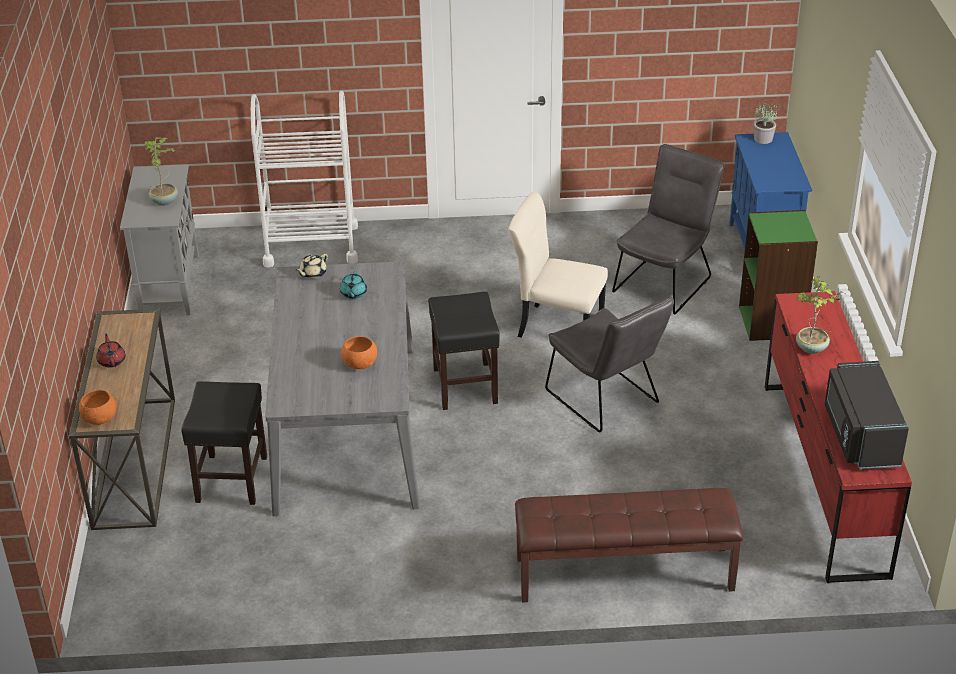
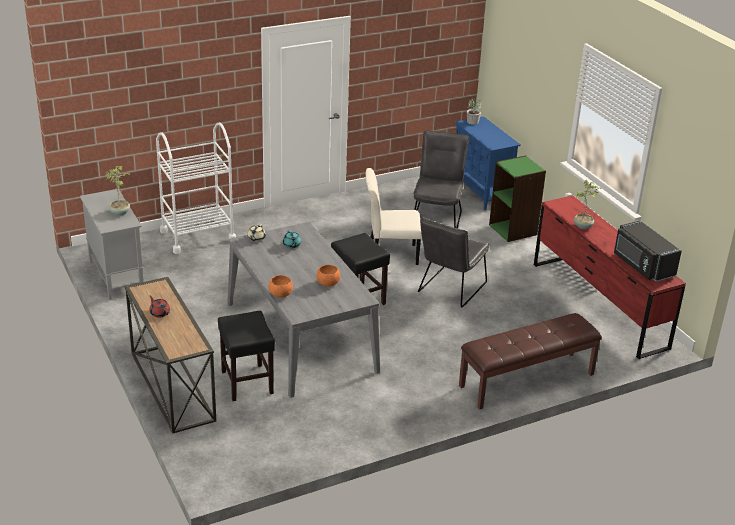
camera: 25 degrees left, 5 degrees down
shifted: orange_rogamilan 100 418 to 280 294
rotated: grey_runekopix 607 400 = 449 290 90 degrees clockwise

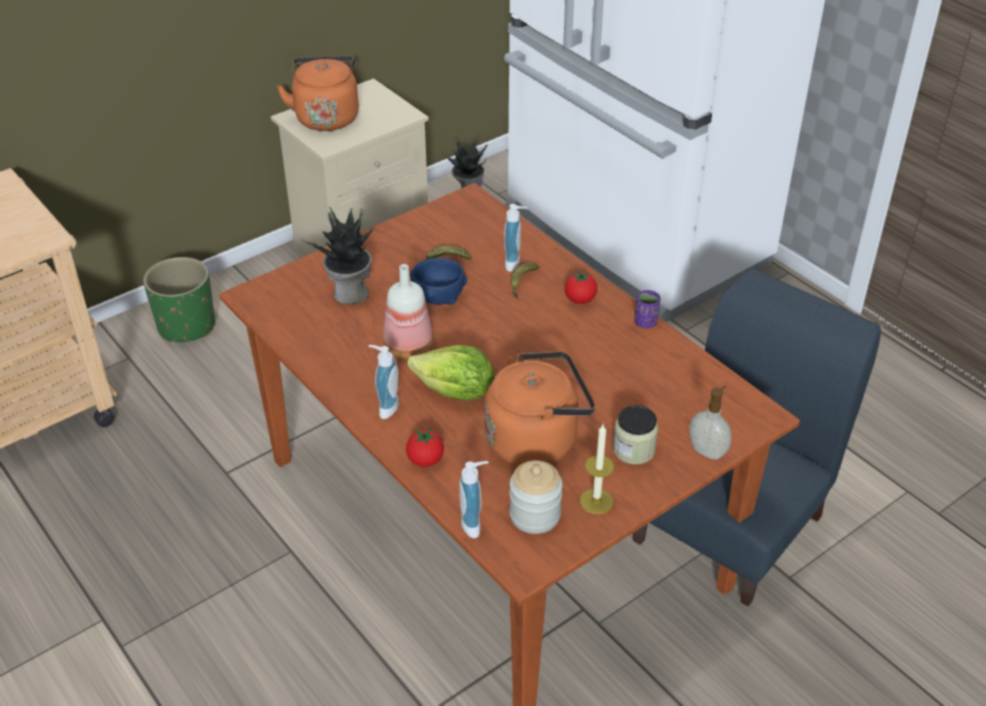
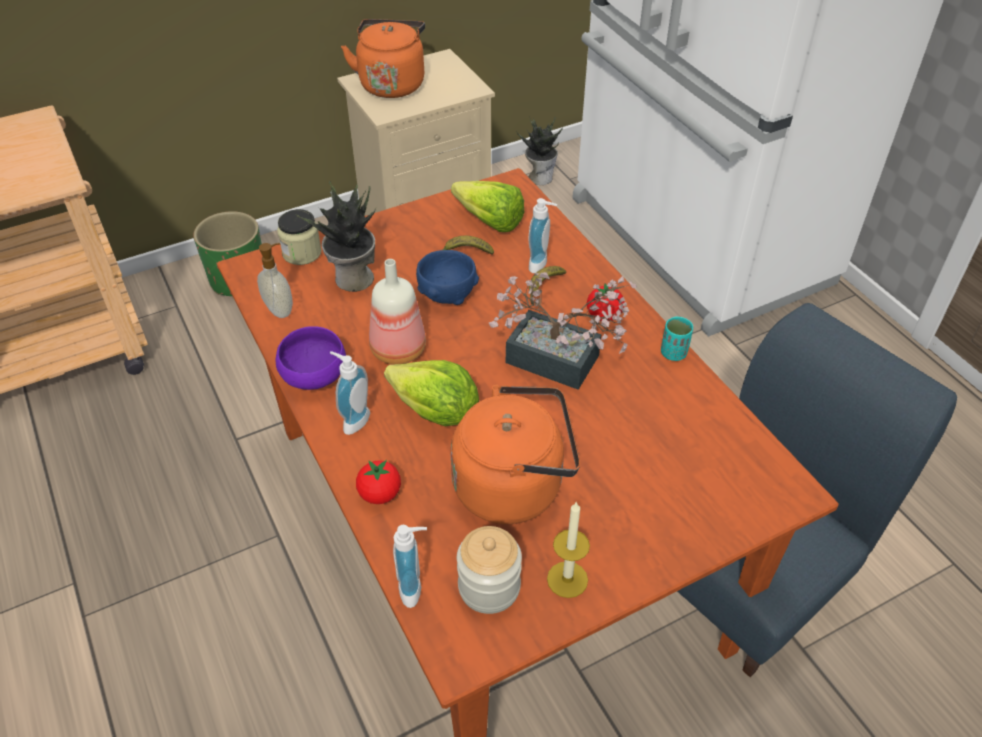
camera: 10 degrees right, 5 degrees up
new: purple_rogamilan 315 377; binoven 485 219; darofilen 562 363
shifted: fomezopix 633 450 to 302 253; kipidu 708 451 to 280 309
repainted: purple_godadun 645 323 to turquoise_godadun 673 353

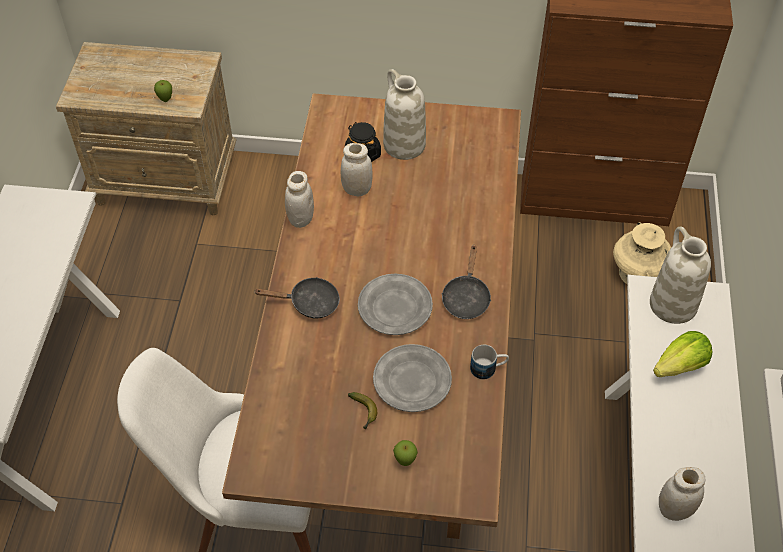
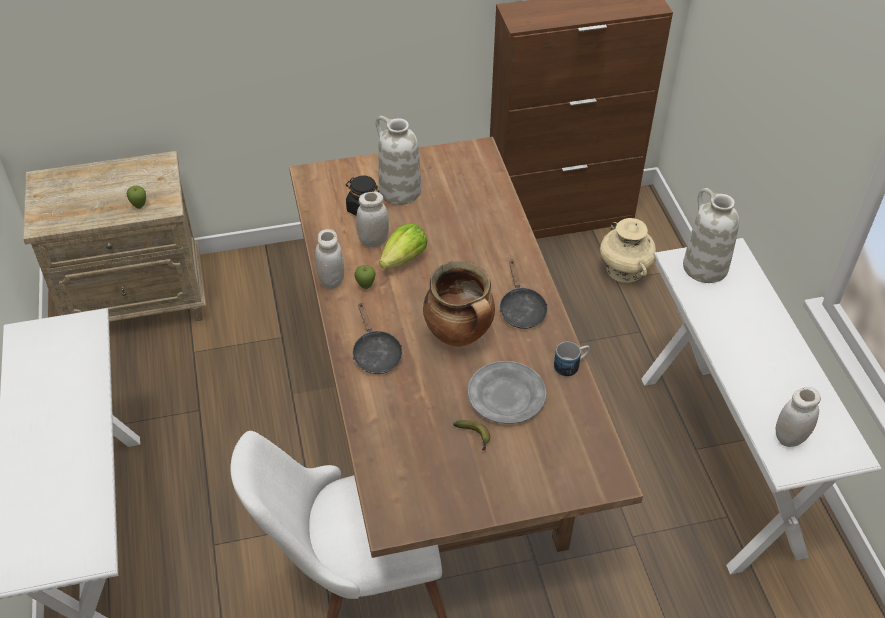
camera: 20 degrees left, 5 degrees down
shifted: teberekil 405 461 to 365 286; binoven 680 366 to 404 259
swapped: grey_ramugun 395 307 to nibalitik 460 335
rotated: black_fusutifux 309 303 = 375 353 90 degrees clockwise

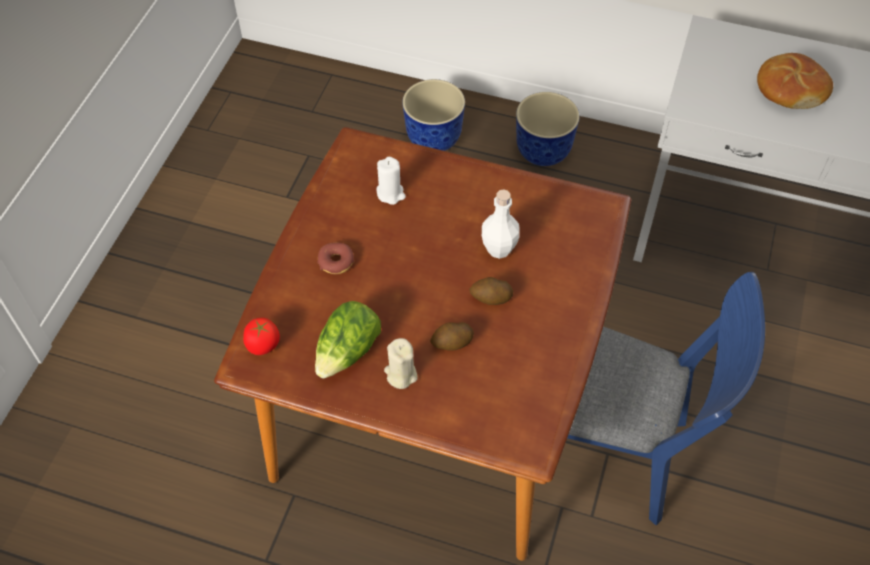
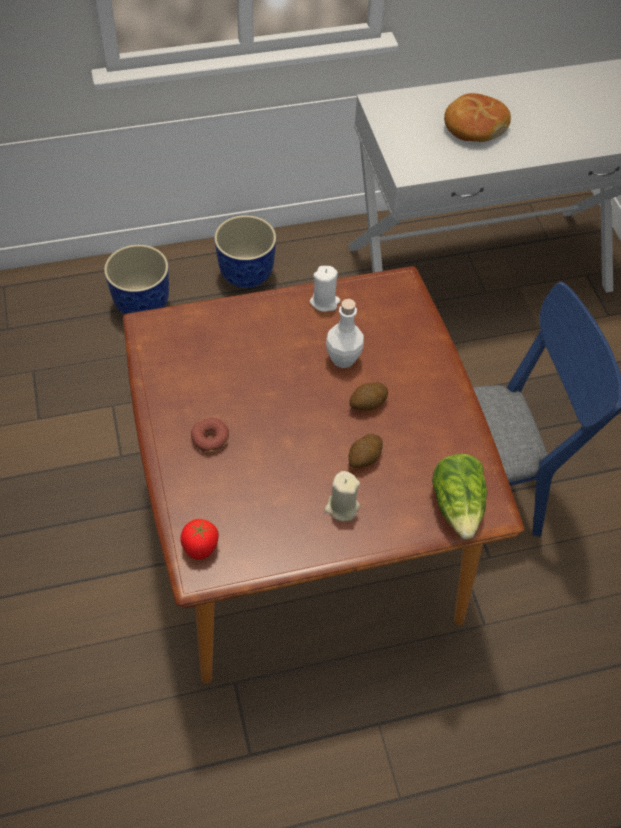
camera: 35 degrees left, 0 degrees up
shifted: binoven 348 351 to 458 505; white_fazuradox 390 193 to 324 302

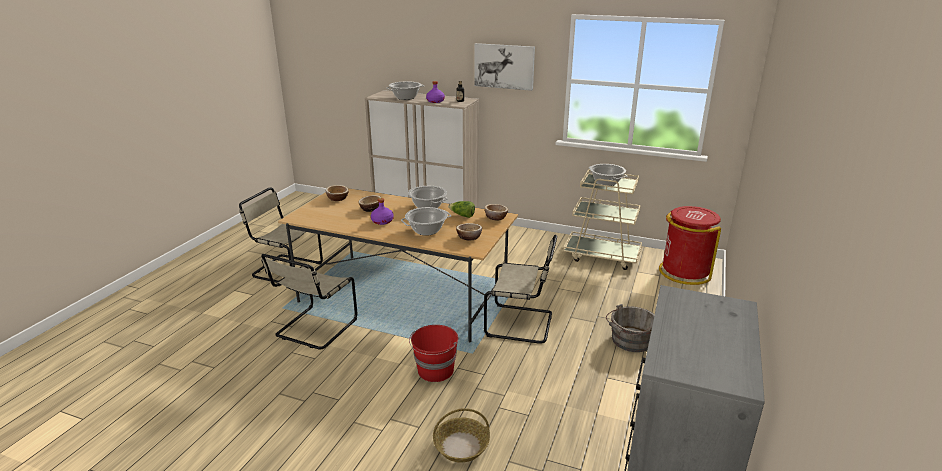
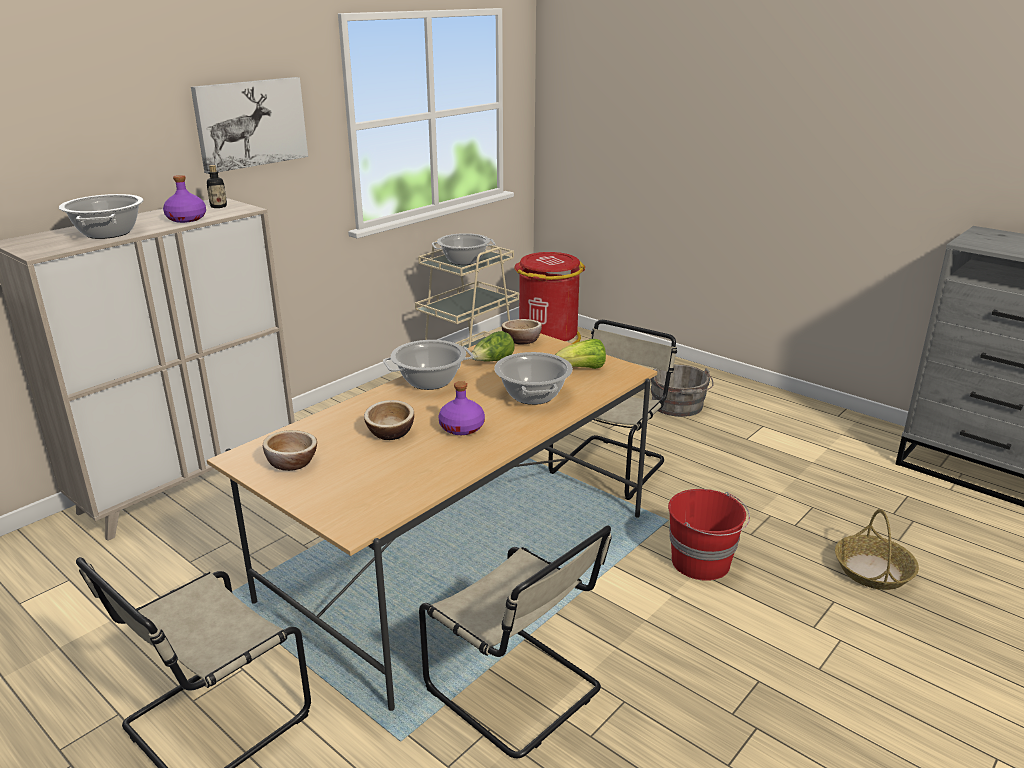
camera: 70 degrees left, 0 degrees up
swapped: rogamilan 469 237 to binoven 582 369

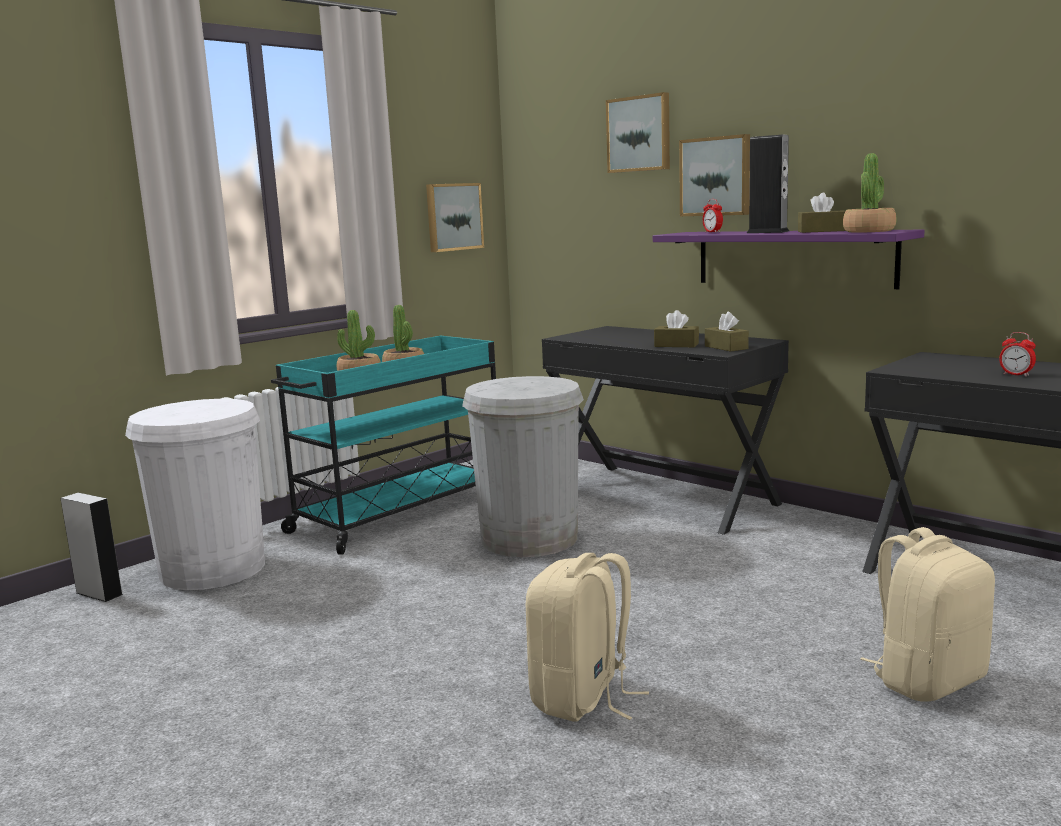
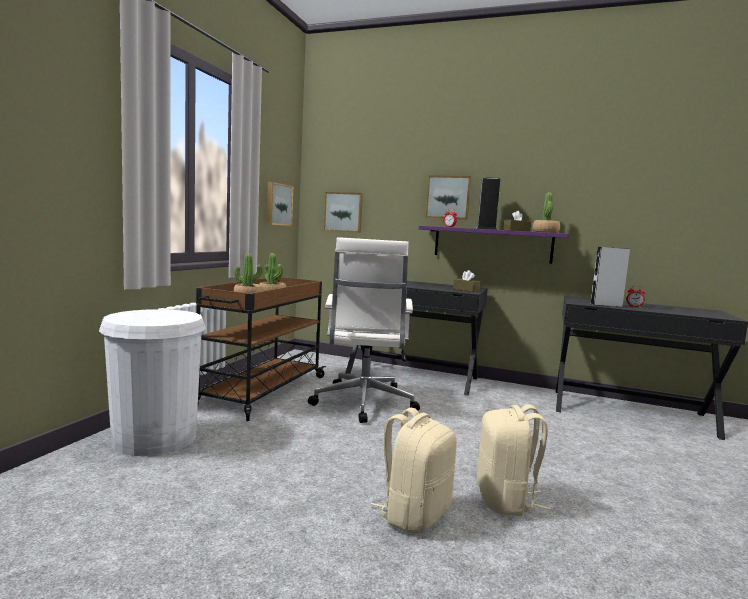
camera: 25 degrees left, 5 degrees down
gone: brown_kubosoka 676 345
shifted: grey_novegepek 99 593 to 606 305; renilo 640 134 to 344 212; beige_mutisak 927 680 to 414 515
swapped: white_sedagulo 529 538 to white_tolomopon 363 403
repainted: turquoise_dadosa 400 513 to brown_dadosa 262 392

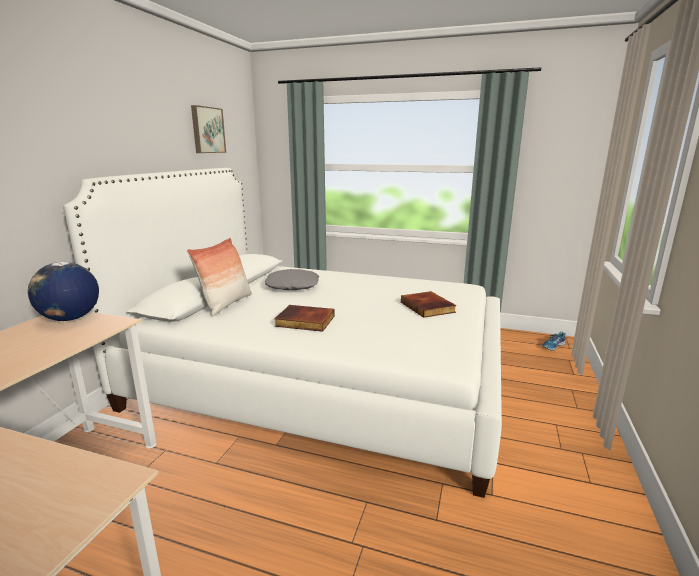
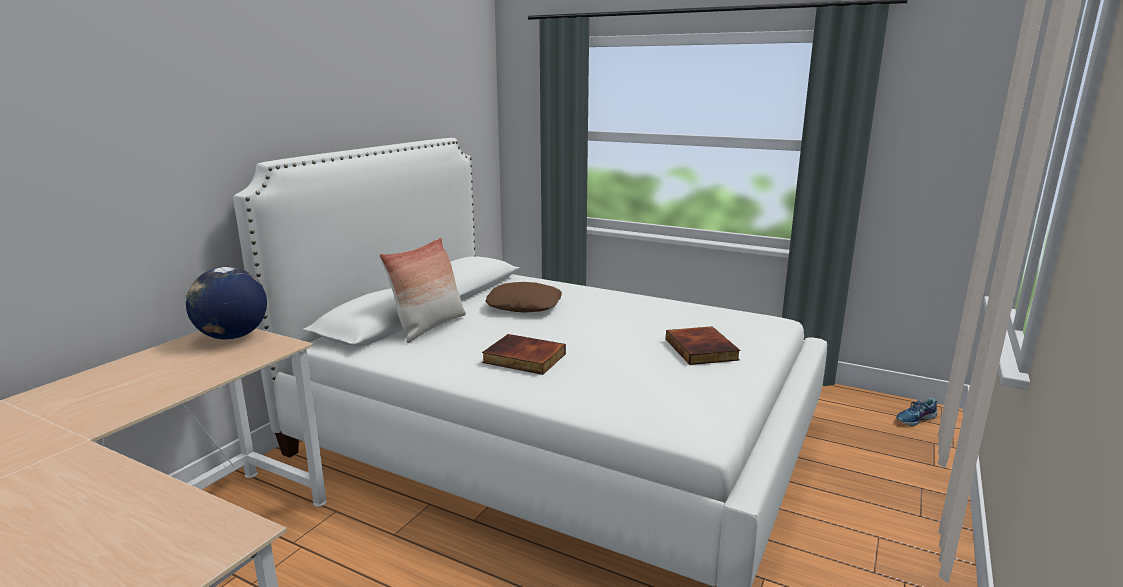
camera: 10 degrees right, 0 degrees up
gone: renilo 207 130
repainted: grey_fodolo 293 286 to brown_fodolo 524 305

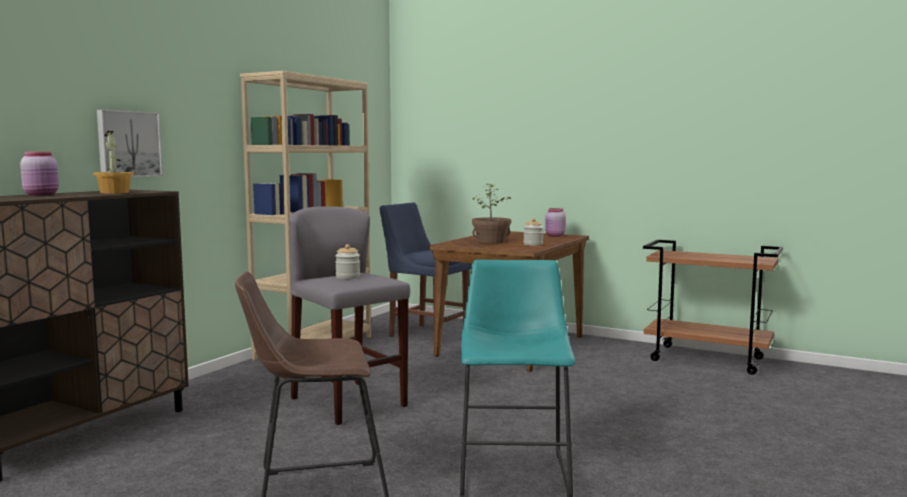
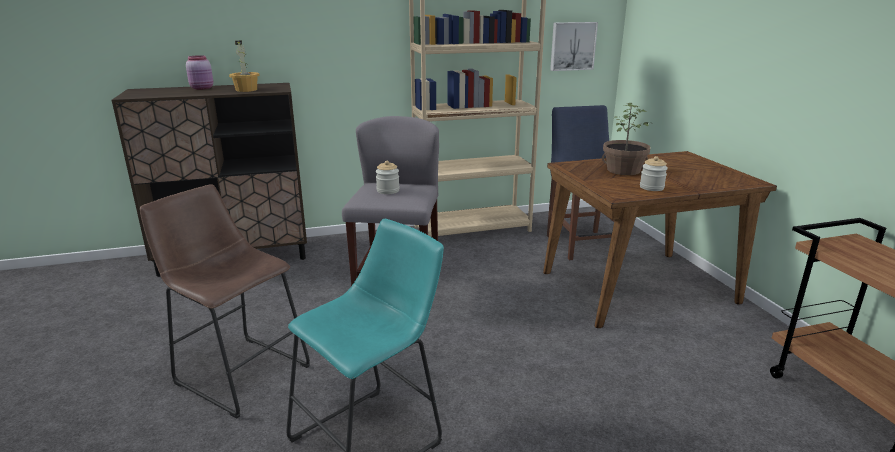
camera: 45 degrees right, 15 degrees up
gone: pink_fomezopix 555 236
shifted: renilo 128 144 to 572 46

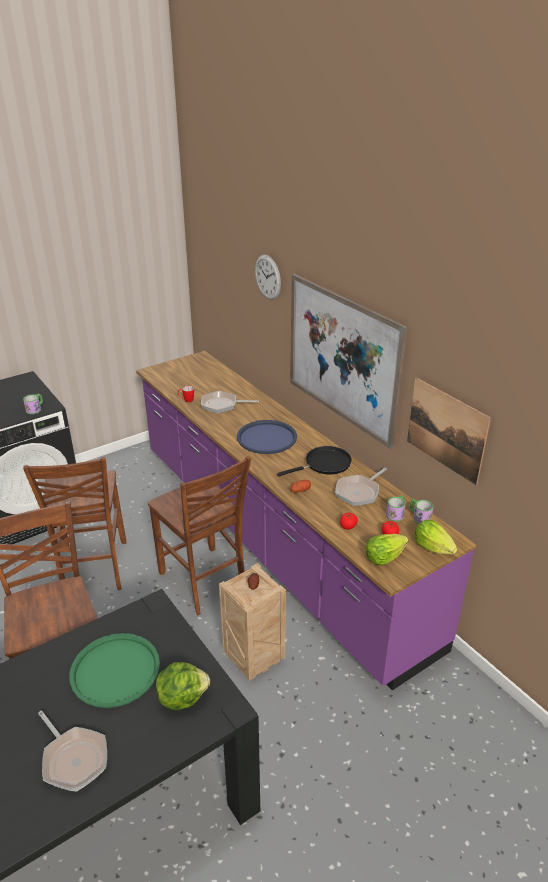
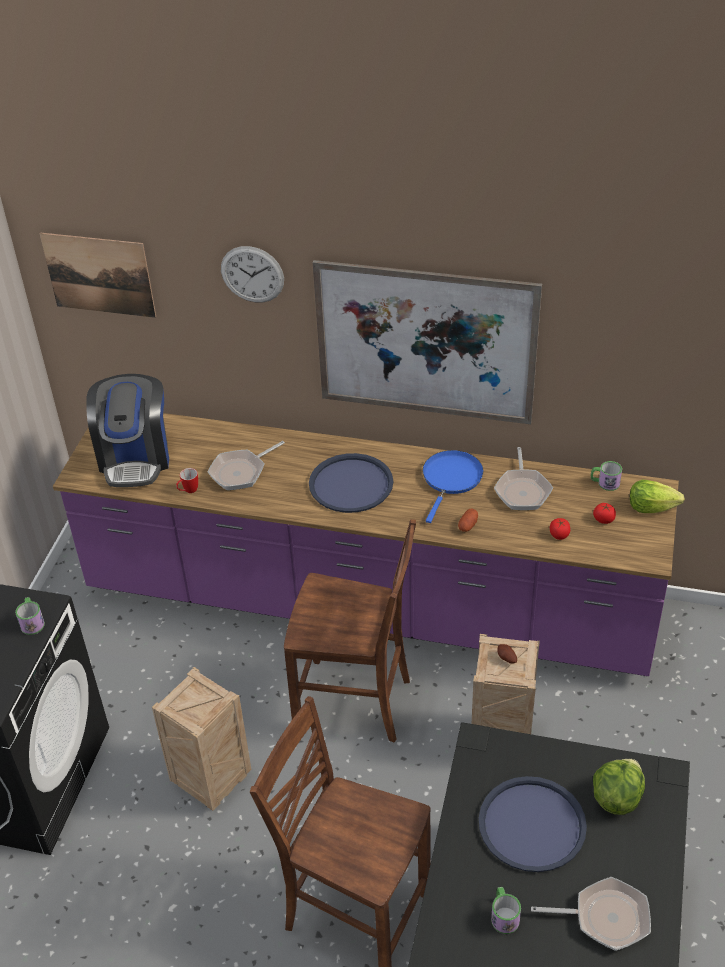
camera: 40 degrees left, 10 degrees up
gone: binoven 383 558
new: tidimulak 135 457
shifted: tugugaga 396 513 to 503 915; renilo 446 430 to 99 275
swapped: brown_runekopix 93 569 to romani 211 782
repainted: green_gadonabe 115 670 to blue_gadonabe 531 825; black_fusutifux 324 464 to blue_fusutifux 451 479

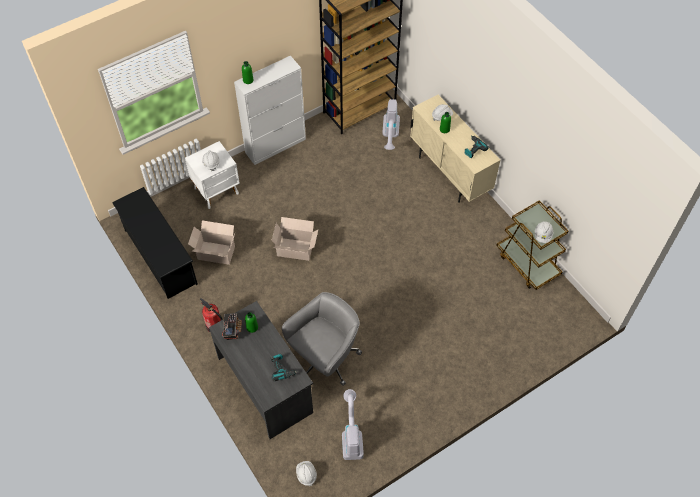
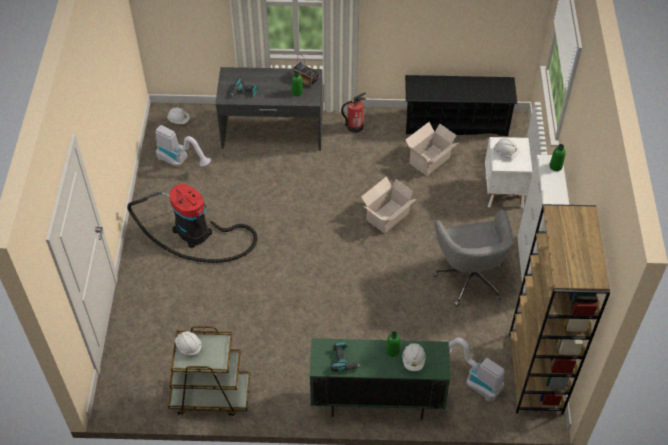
camera: 125 degrees right, 5 degrees down
new: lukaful 196 233
shifted: grey_tolomopon 325 359 to 469 276
repainted: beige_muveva 449 174 to green_muveva 376 401

